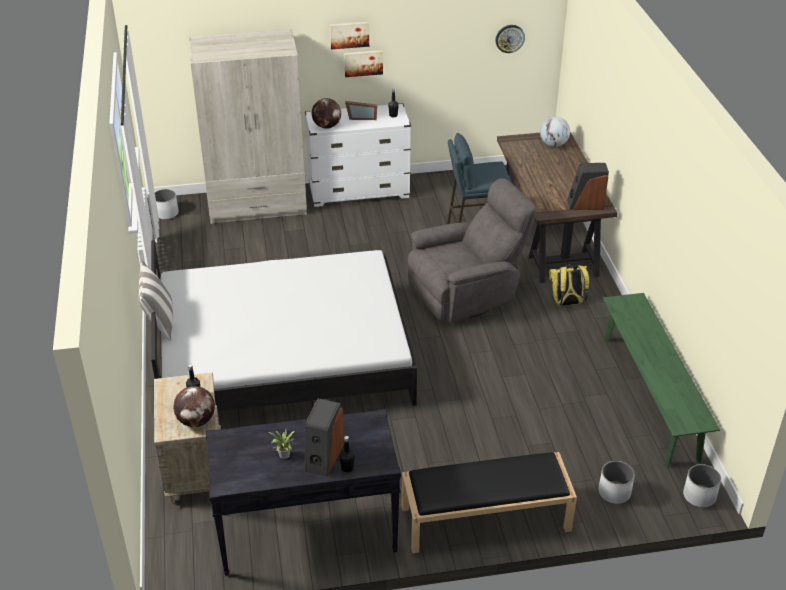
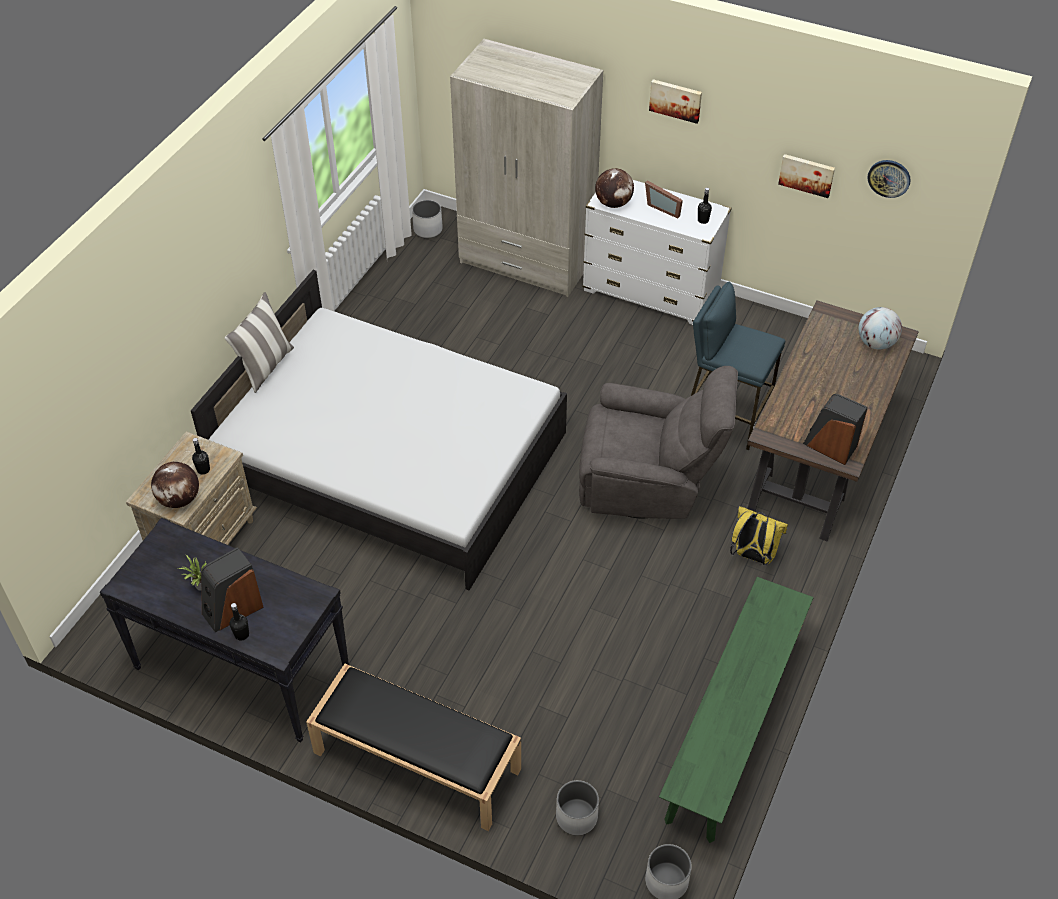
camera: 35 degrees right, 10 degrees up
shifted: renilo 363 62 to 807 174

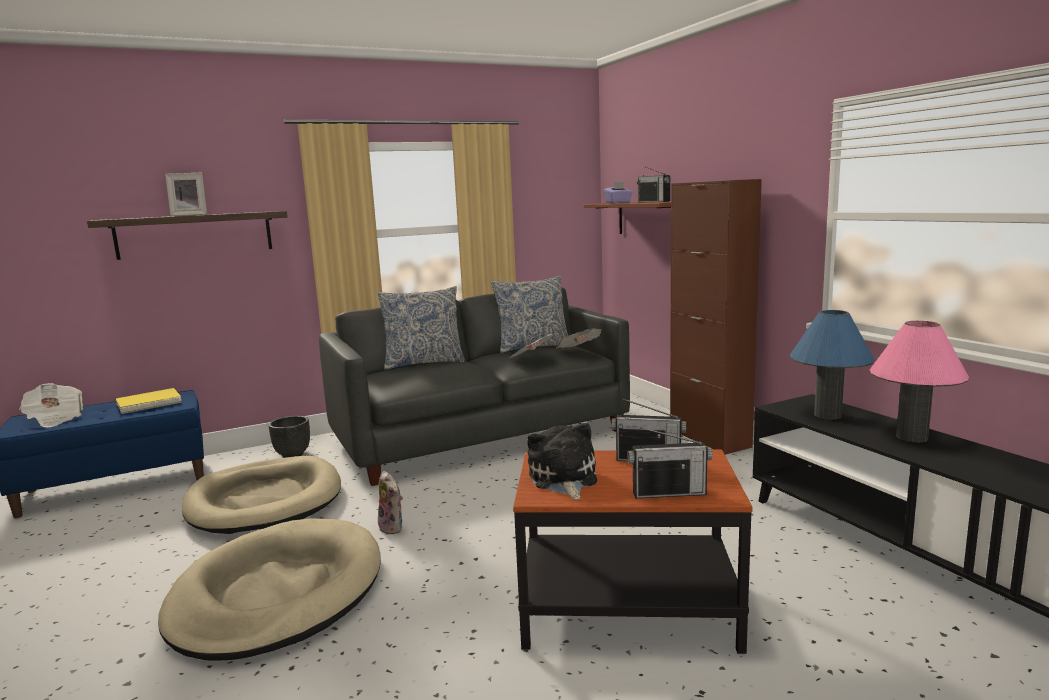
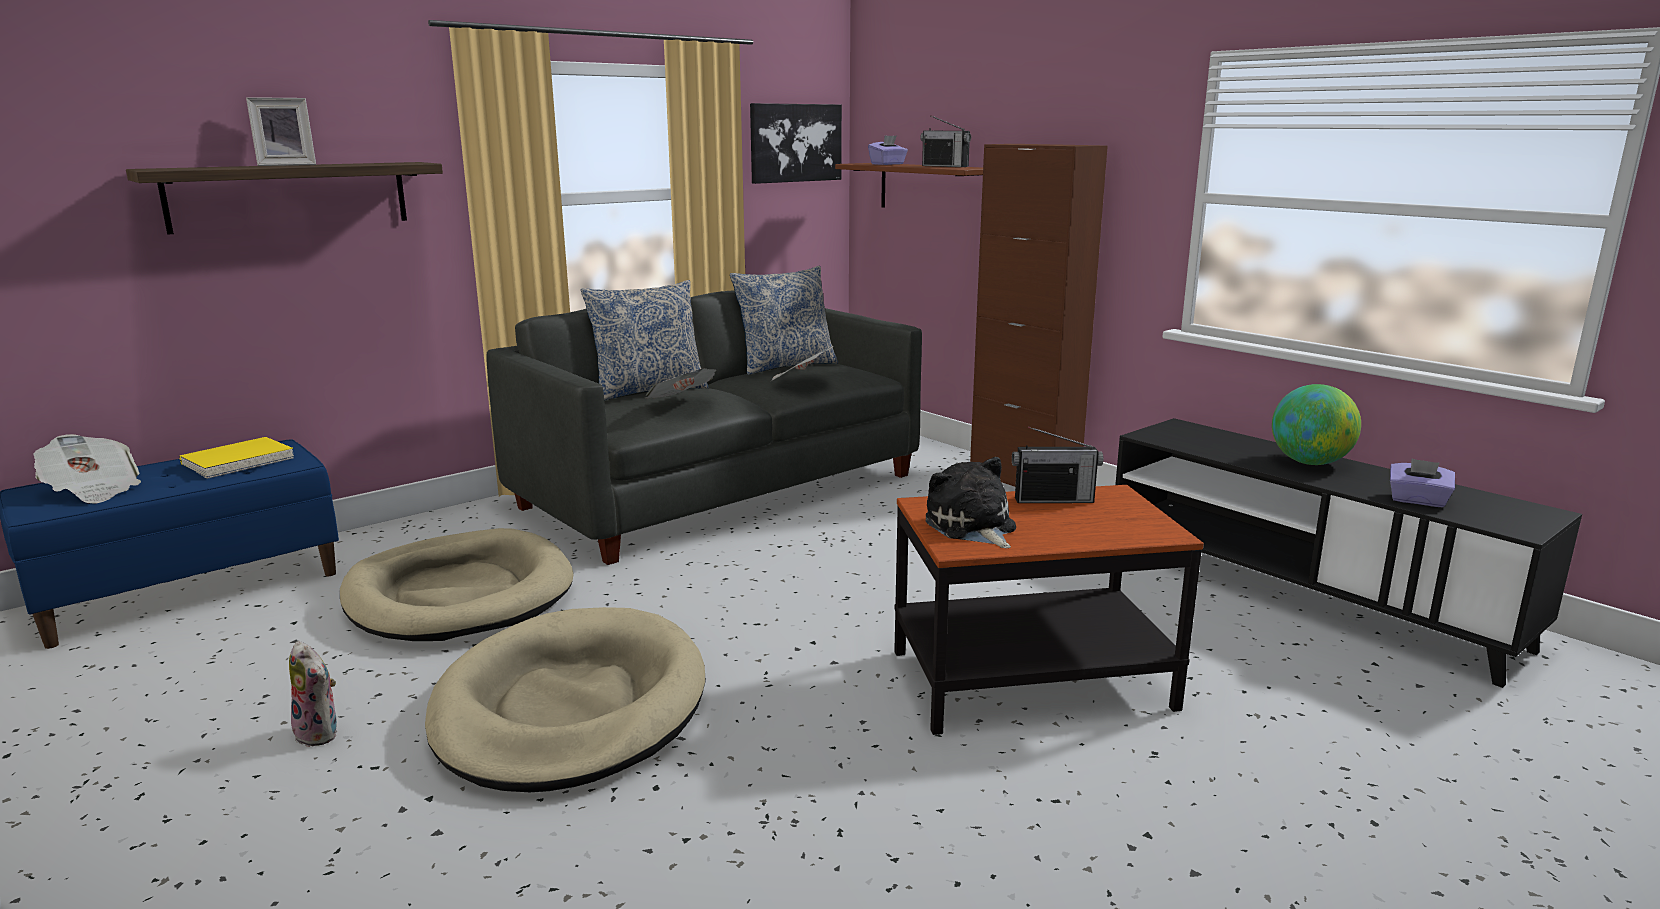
camera: 15 degrees left, 5 degrees up
gone: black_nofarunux 293 454; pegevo 669 493; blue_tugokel 827 415
new: renilo 795 143; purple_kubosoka 1417 500
shifted: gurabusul 393 528 to 321 733; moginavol 578 351 to 681 403
swapped: pink_tugokel 912 437 to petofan 1310 463

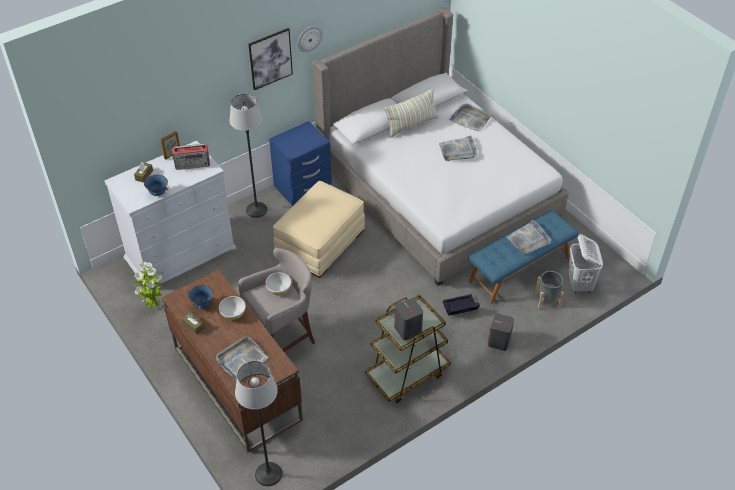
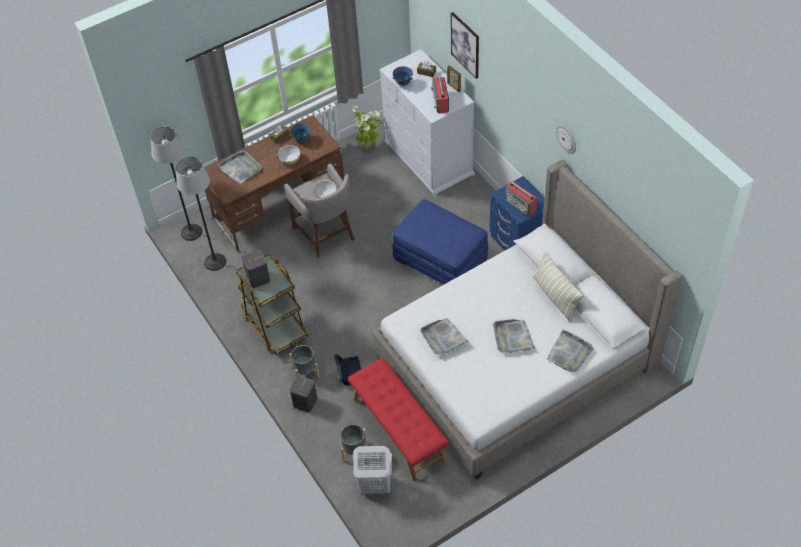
camera: 95 degrees right, 5 degrees up
new: grey_nofarunux 305 371; pegevo 520 205
shifted: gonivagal 256 209 to 215 262; renilo 270 58 to 465 45; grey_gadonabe 528 239 to 443 338
repainted: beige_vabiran 320 242 to blue_vabiran 441 258; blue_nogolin 519 269 to red_nogolin 399 429

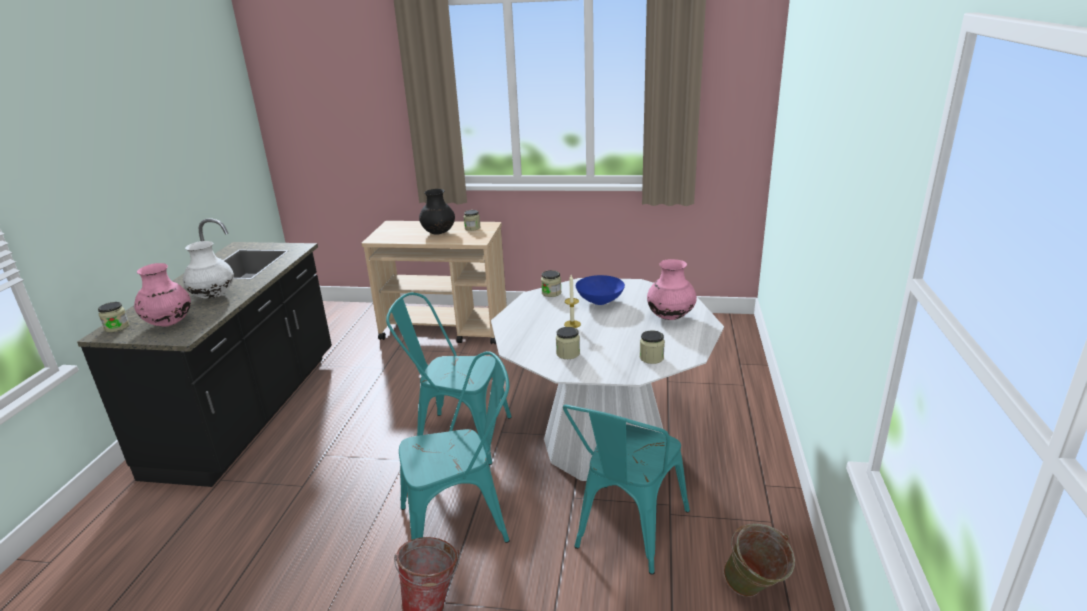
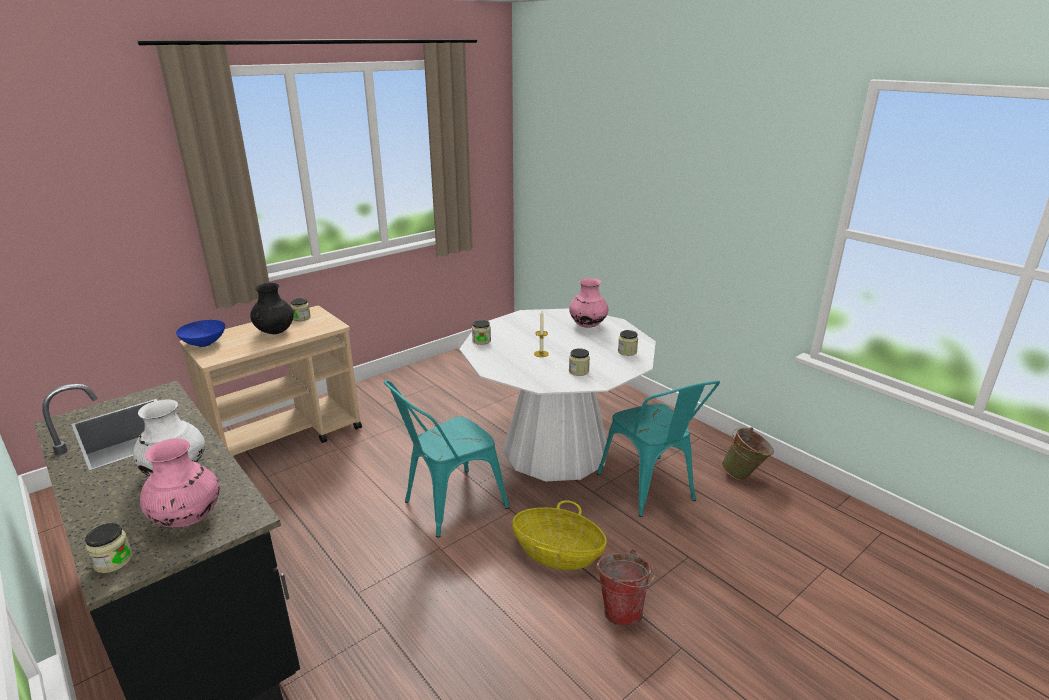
camera: 50 degrees left, 0 degrees up
shifted: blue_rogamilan 600 301 to 204 343
swapped: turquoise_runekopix 463 524 to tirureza 557 553

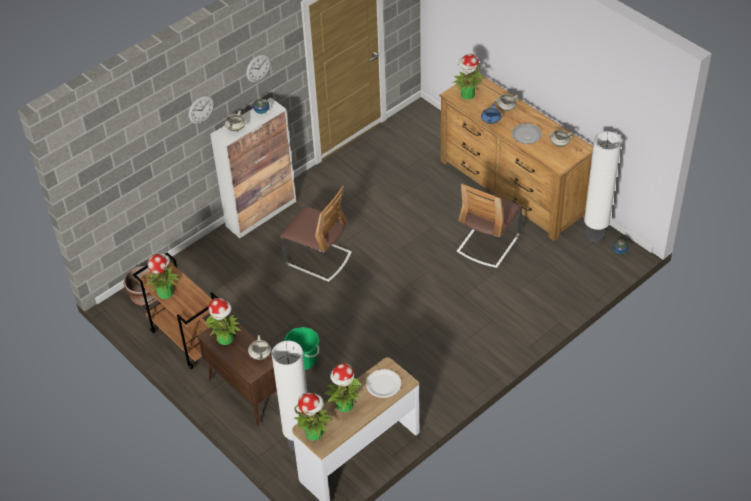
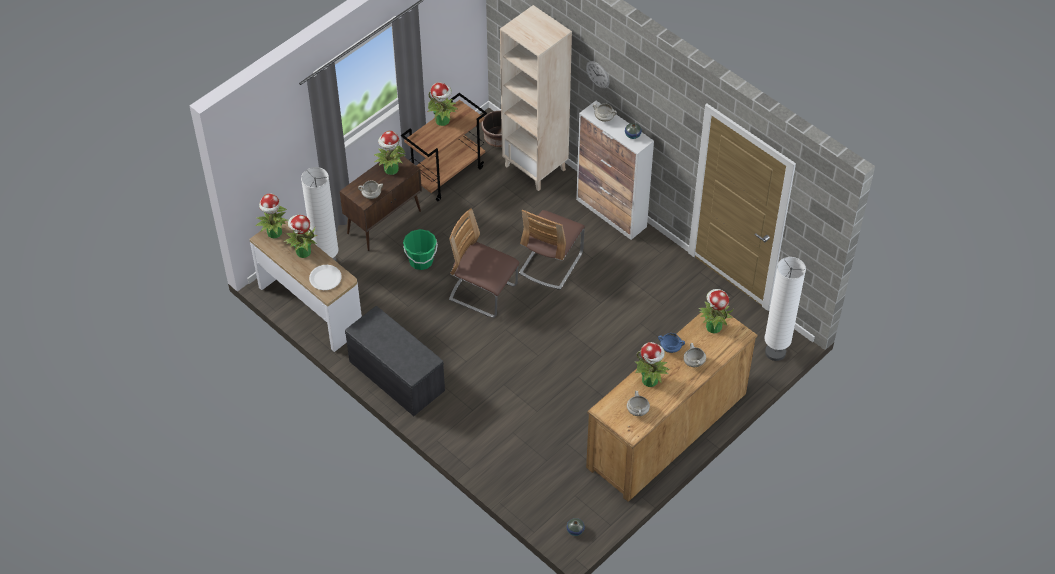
camera: 85 degrees right, 5 degrees up
gone: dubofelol 258 68
new: grey_nogolin 395 376; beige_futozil 535 168
shifted: runekopix 488 244 to 483 293; white_gonivagal 595 235 to 775 352
swapped: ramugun 526 135 to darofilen 650 380

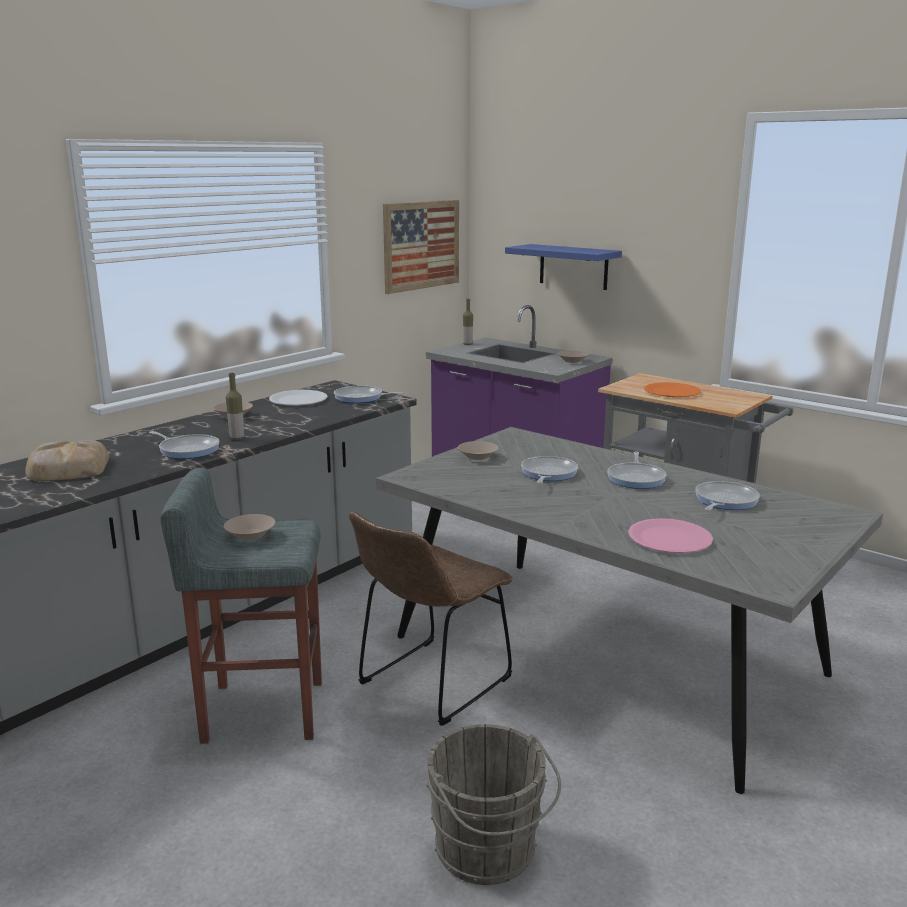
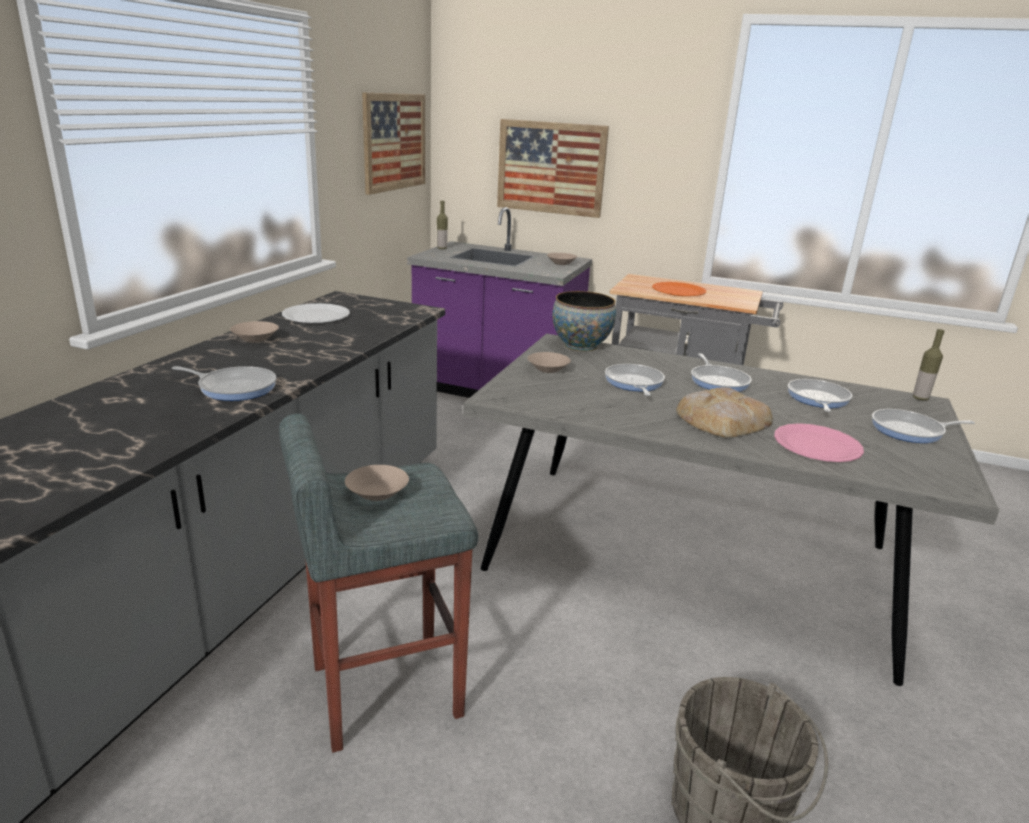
camera: 20 degrees left, 5 degrees up
gone: brown_runekopix 430 684
new: rogamilan 581 346
shifted: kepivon 67 469 to 720 420; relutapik 237 438 to 920 398; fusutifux 361 398 to 910 431
swapped: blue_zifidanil 573 266 to renilo 551 168

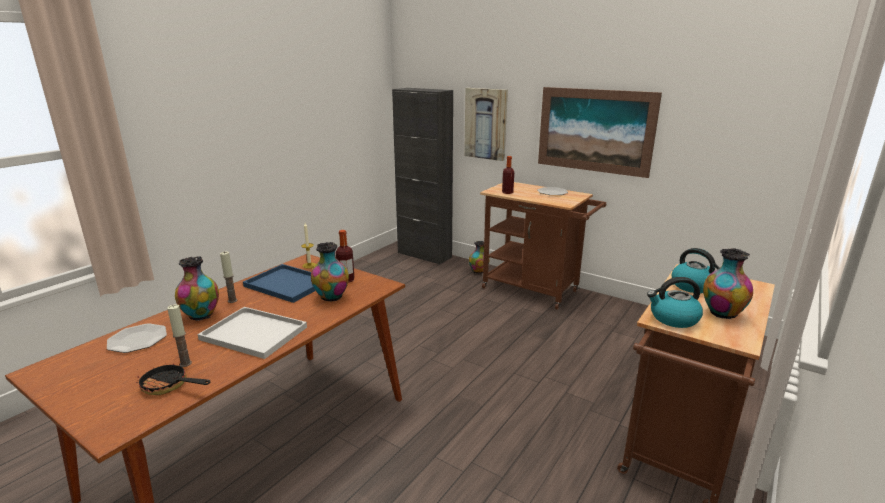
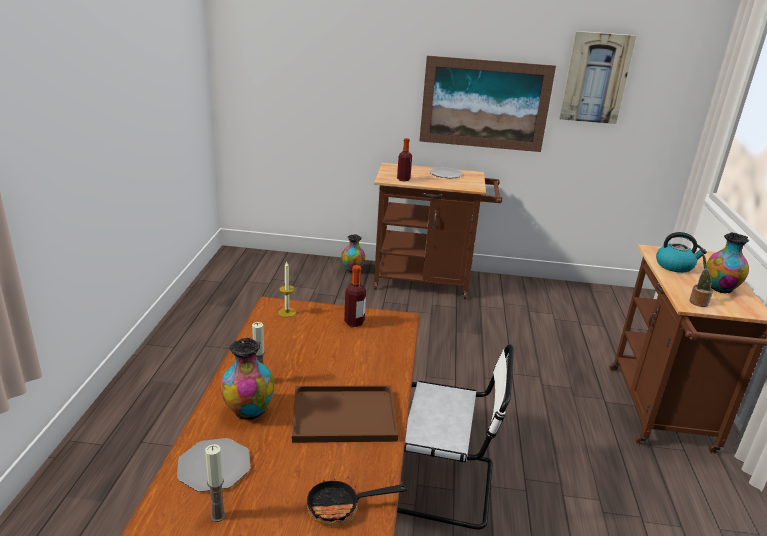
camera: 30 degrees left, 5 degrees up
gone: blue_gadonabe 286 284; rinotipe 331 297; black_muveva 424 255
new: white_runekopix 444 485
shifted: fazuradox 185 363 to 218 515; renilo 486 124 to 595 78
swapped: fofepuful 673 318 to darofilen 697 301
repainted: white_gadonabe 251 333 to brown_gadonabe 342 416

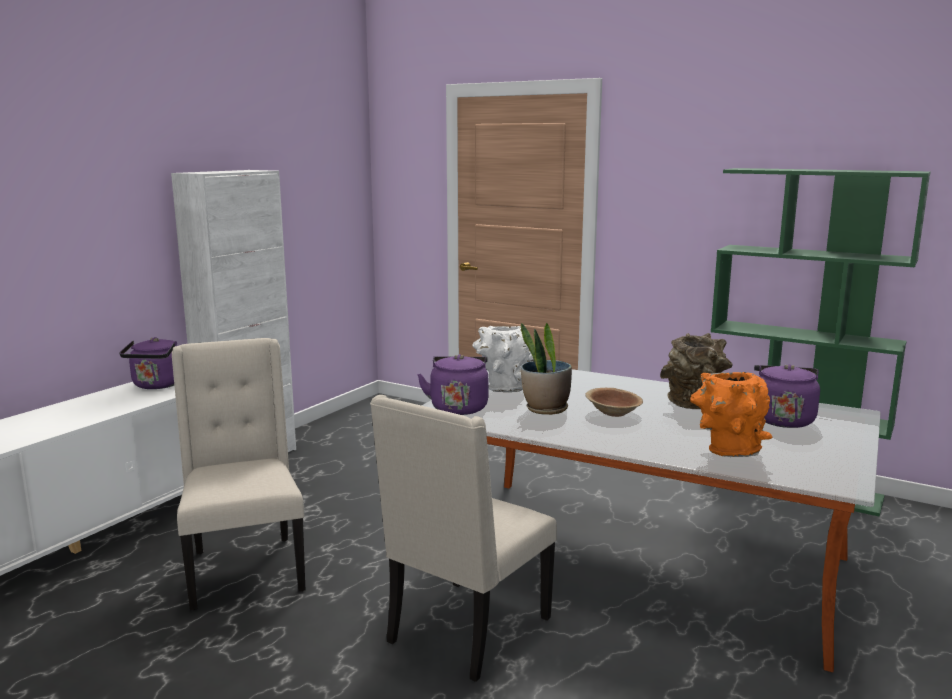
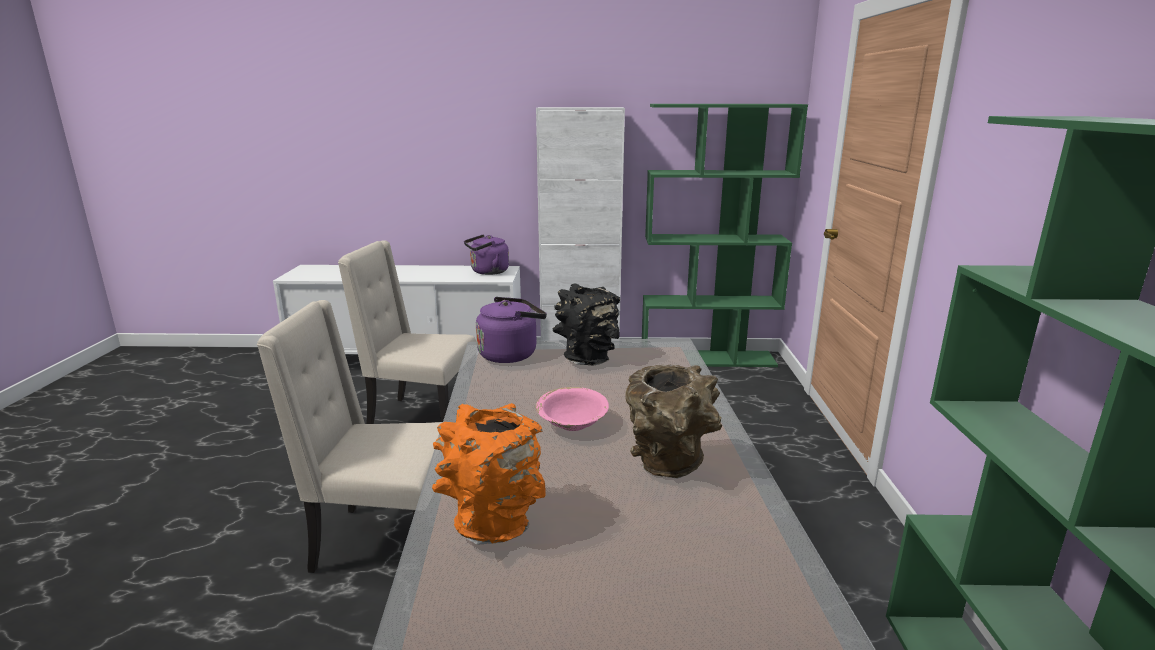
camera: 60 degrees right, 5 degrees up
gone: darofilen 545 409; purple_fofepuful 781 419
new: green_futozil 708 359
repainted: white_rinotipe 502 389 to black_rinotipe 587 358; brown_rogamilan 613 413 to pink_rogamilan 572 424
rotated: beige_runekopix 245 570 = 420 418 120 degrees counterclockwise

